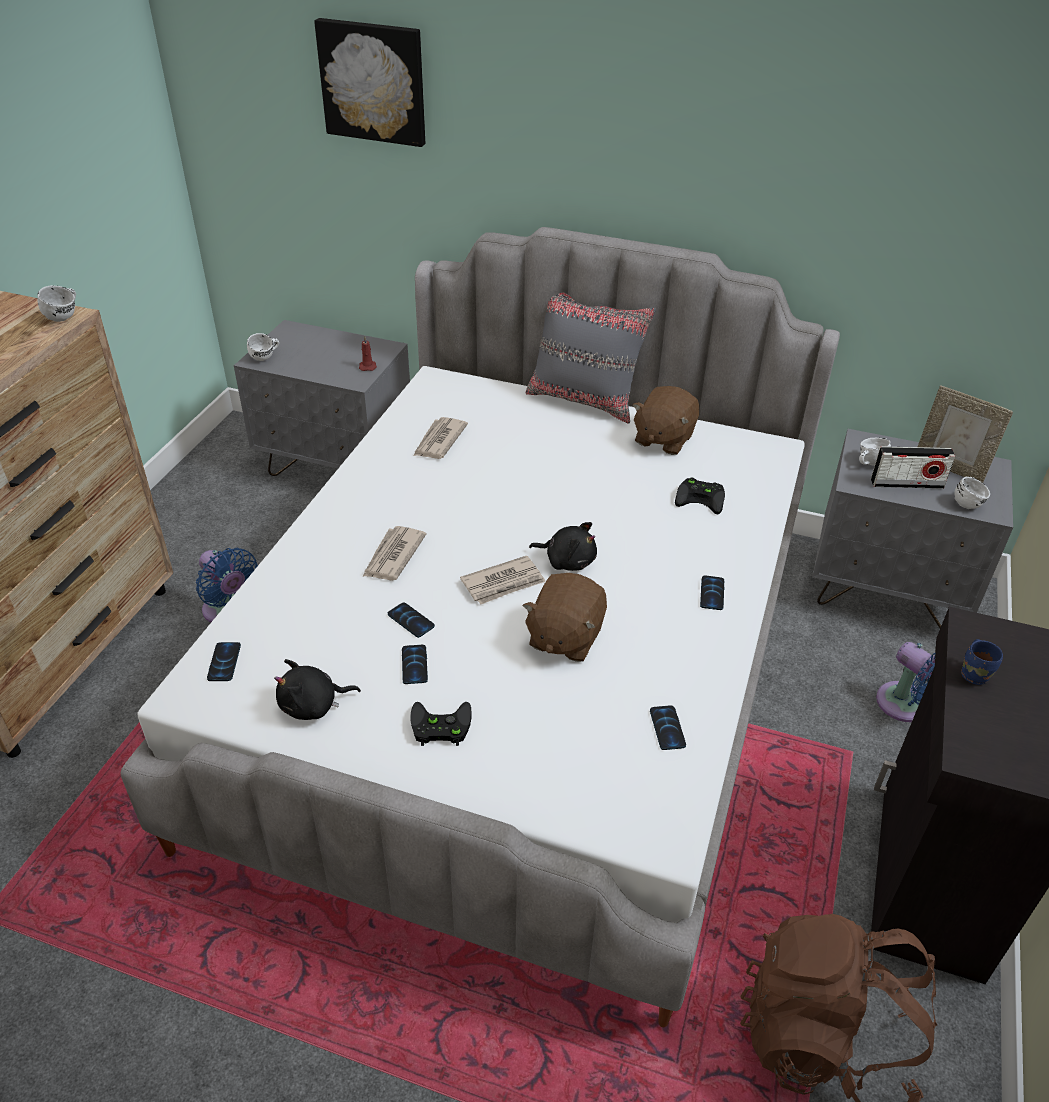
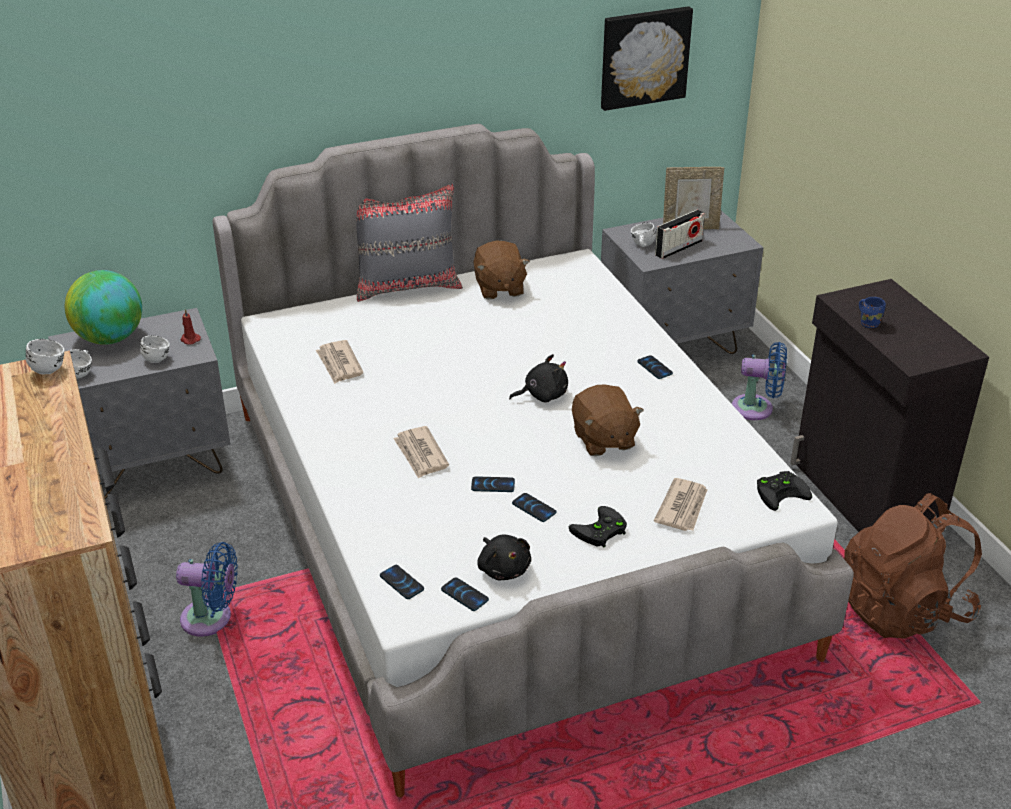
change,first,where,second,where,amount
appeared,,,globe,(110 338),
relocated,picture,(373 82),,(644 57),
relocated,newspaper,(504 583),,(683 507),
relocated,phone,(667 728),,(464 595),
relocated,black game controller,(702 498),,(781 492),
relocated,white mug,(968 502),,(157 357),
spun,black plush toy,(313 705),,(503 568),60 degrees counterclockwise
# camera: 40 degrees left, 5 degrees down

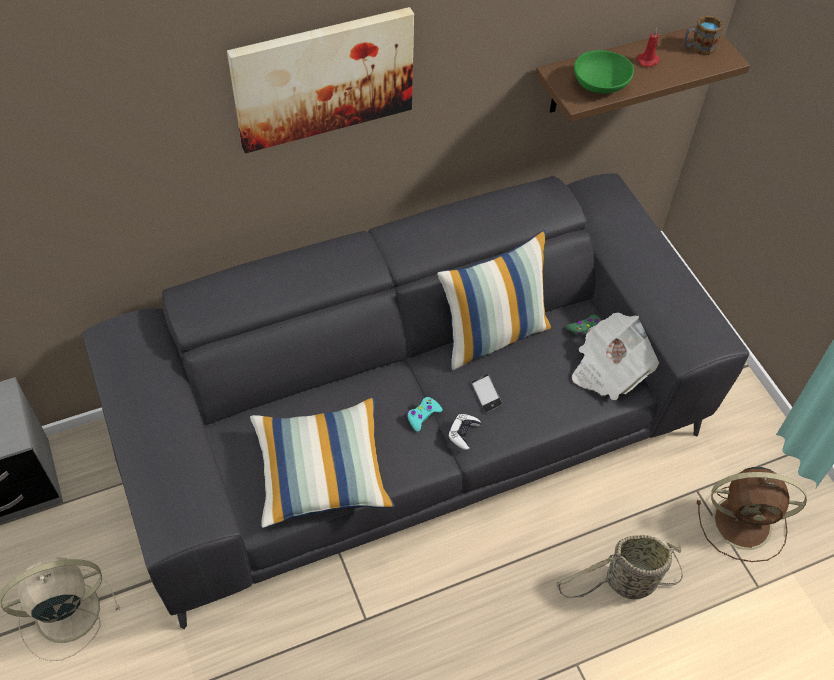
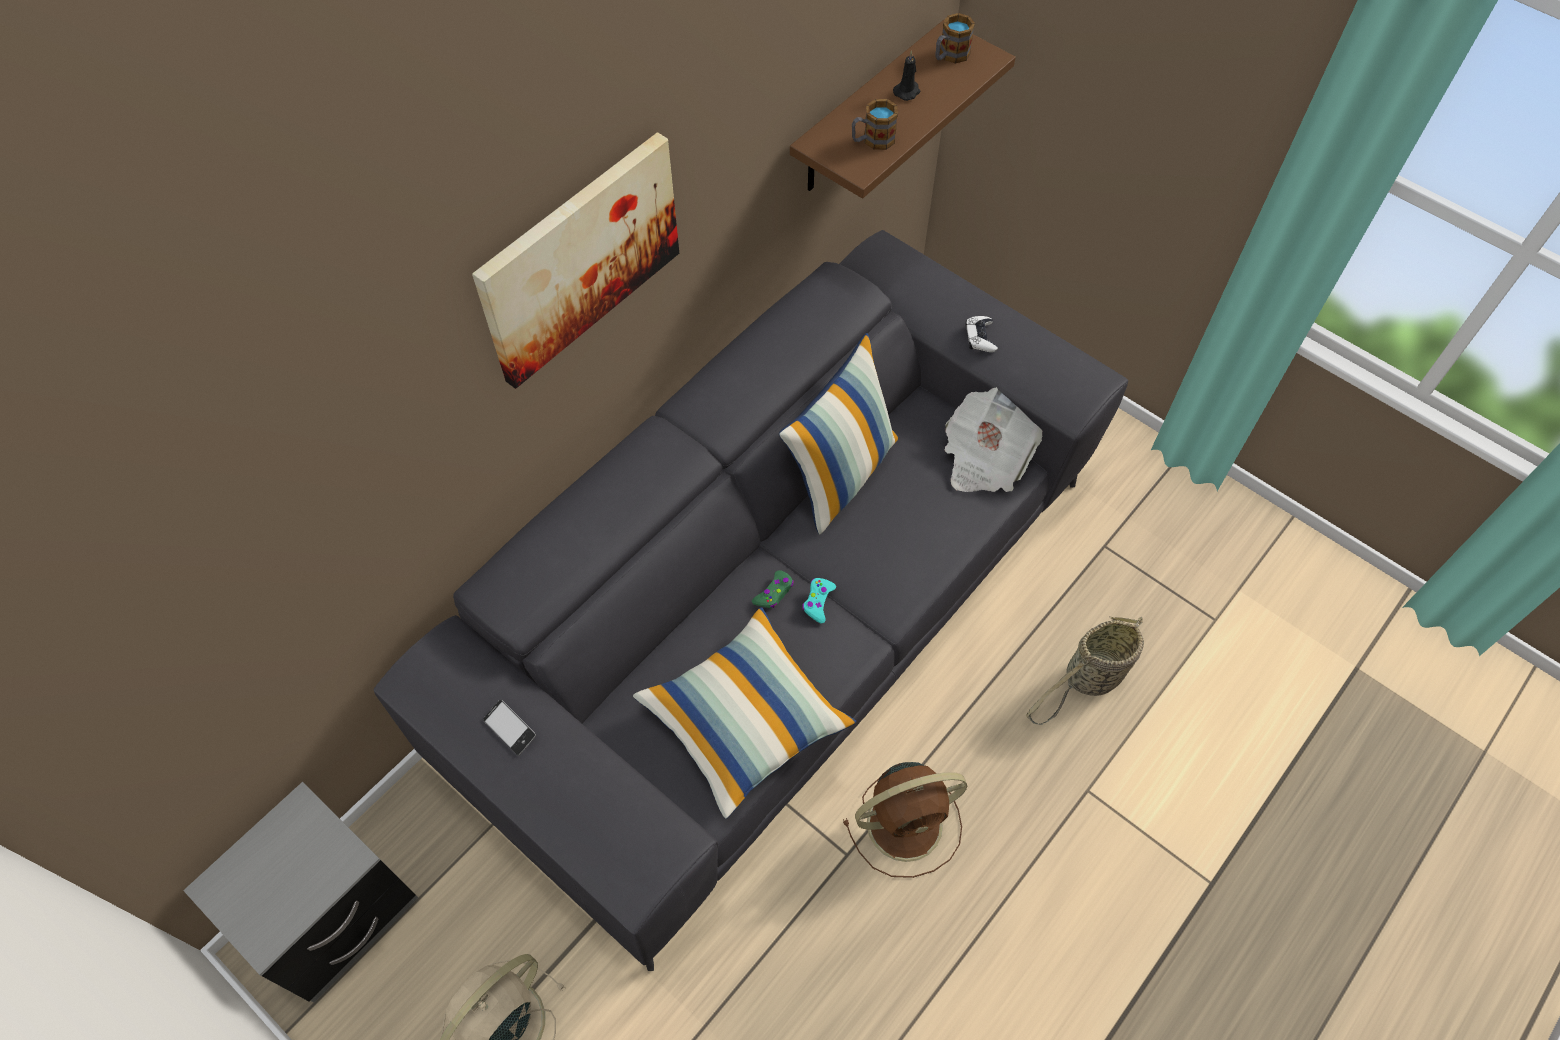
change,first,where,second,where,amount
relocated,white game controller,(463 433),,(980 337),
relocated,phone,(486 395),,(510 729),
relocated,green game controller,(584 328),,(774 593),
relocated,brown fan,(744 523),,(908 823),
exchanged,green bowl,(599 84),mug,(872 140),
colour,red candle,(648 61),black candle,(907 91),
# camera: 25 degrees left, 5 degrees up

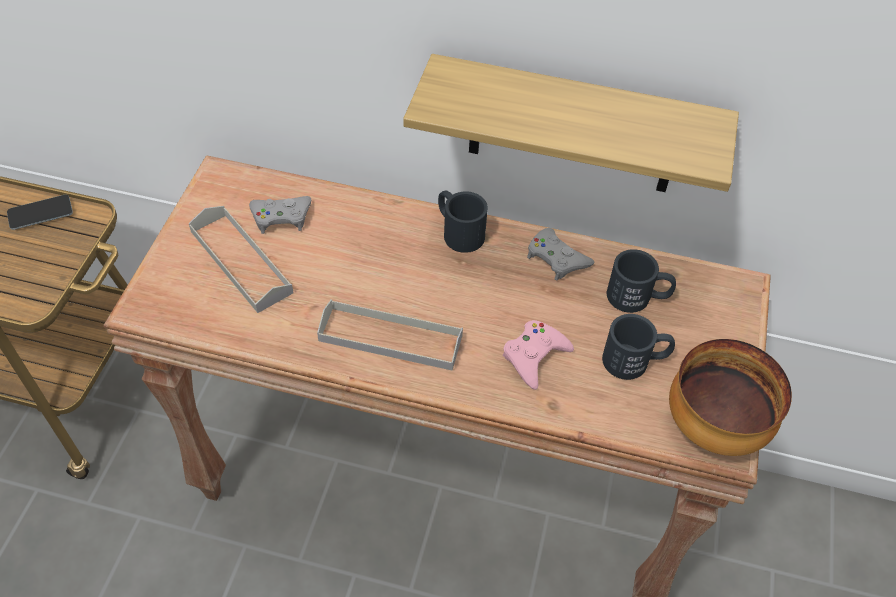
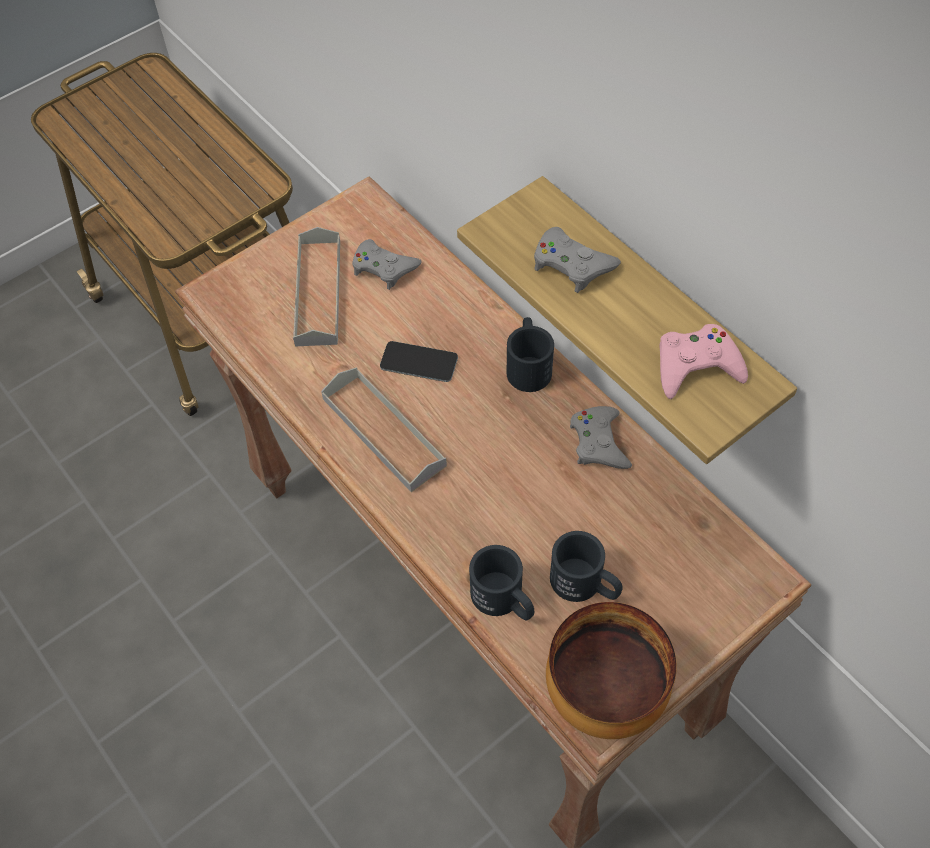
change,first,where,second,where,amount
appeared,,,grey game controller,(572 264),
relocated,phone,(40 212),,(419 362),
relocated,pink game controller,(534 356),,(696 366),
relocated,black mug,(638 297),,(504 600),
# camera: 40 degrees right, 5 degrees up

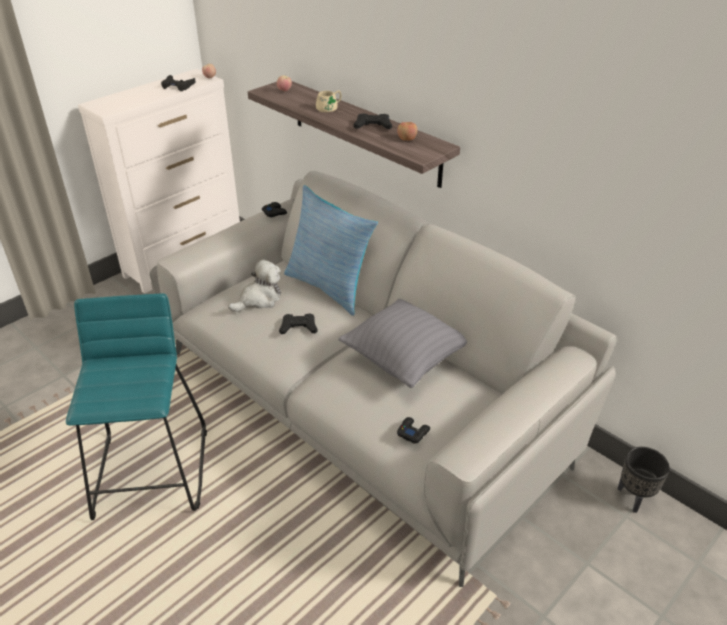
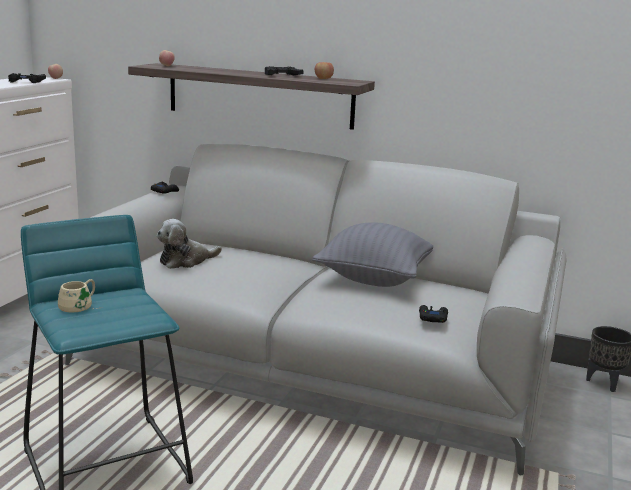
change,first,where,second,where,amount
missing,black game controller,(298 327),,,
missing,pillow,(330 287),,,
relocated,beige mug,(330 108),,(81 306),
spun,plush toy,(259 299),,(186 261),150 degrees counterclockwise
# camera: 25 degrees left, 20 degrees down

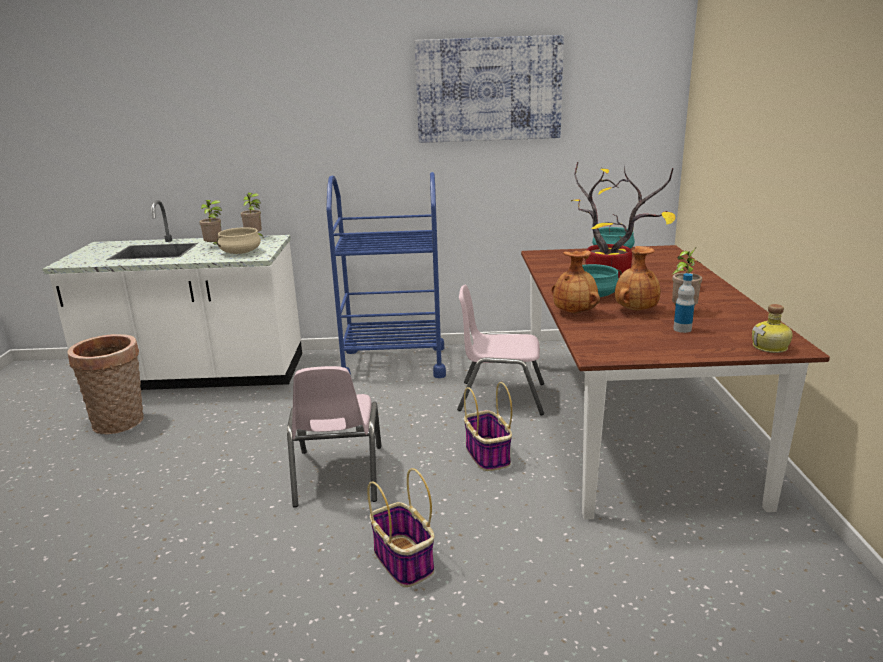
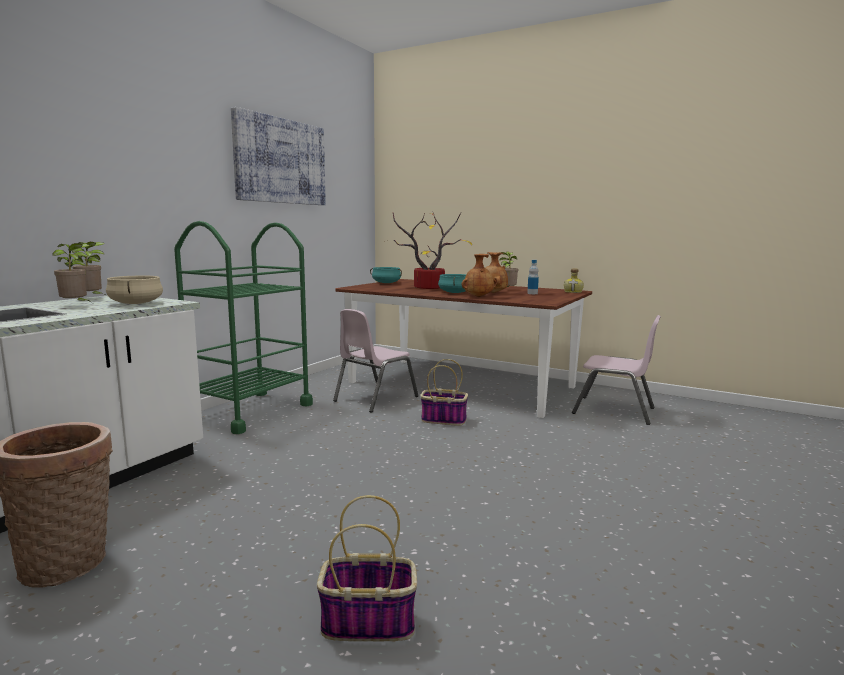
change,first,where,second,where,amount
relocated,pink chair,(338 476),,(614 411),
relocated,basket,(404 561),,(370 622),
colour,blue cart,(393 363),green cart,(250 411),
# camera: 60 degrees left, 10 degrees down

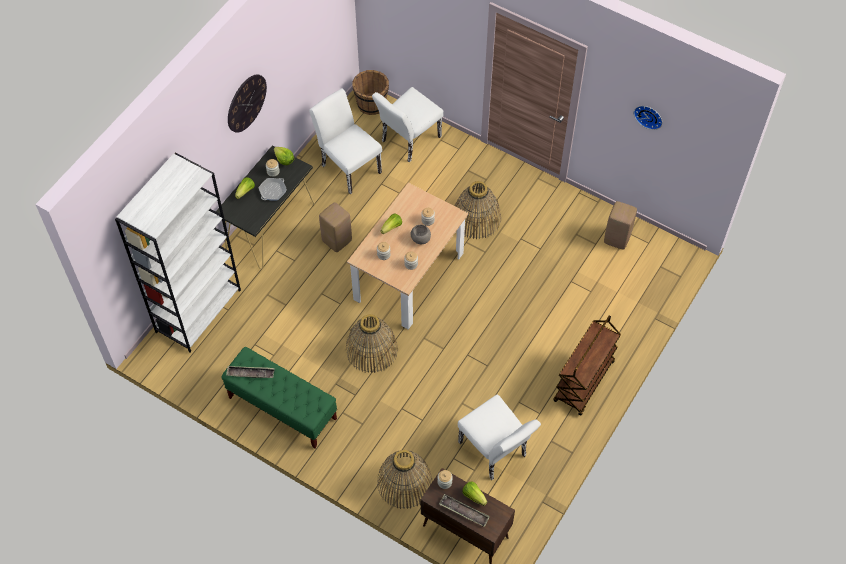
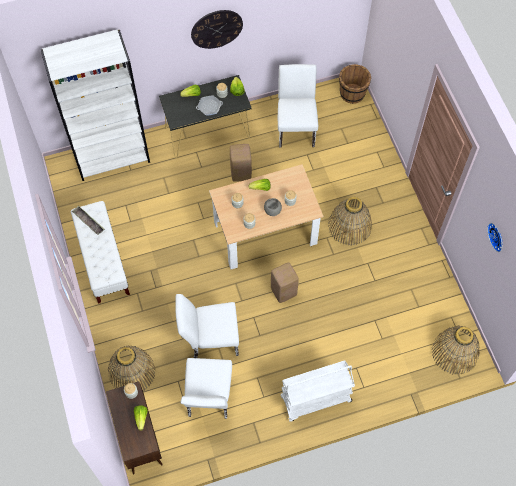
change,first,where,second,where,amount
missing,tray,(464 512),,,
relocated,basket,(371 350),,(455 352),
relocated,white chair,(407 141),,(210 339),
relocated,beige stool,(617 239),,(283 292),
colour,green bench,(282 408),white bench,(103 261),
colour,brown cart,(584 382),white cart,(315 399),
# camera: 40 degrees right, 5 degrees up

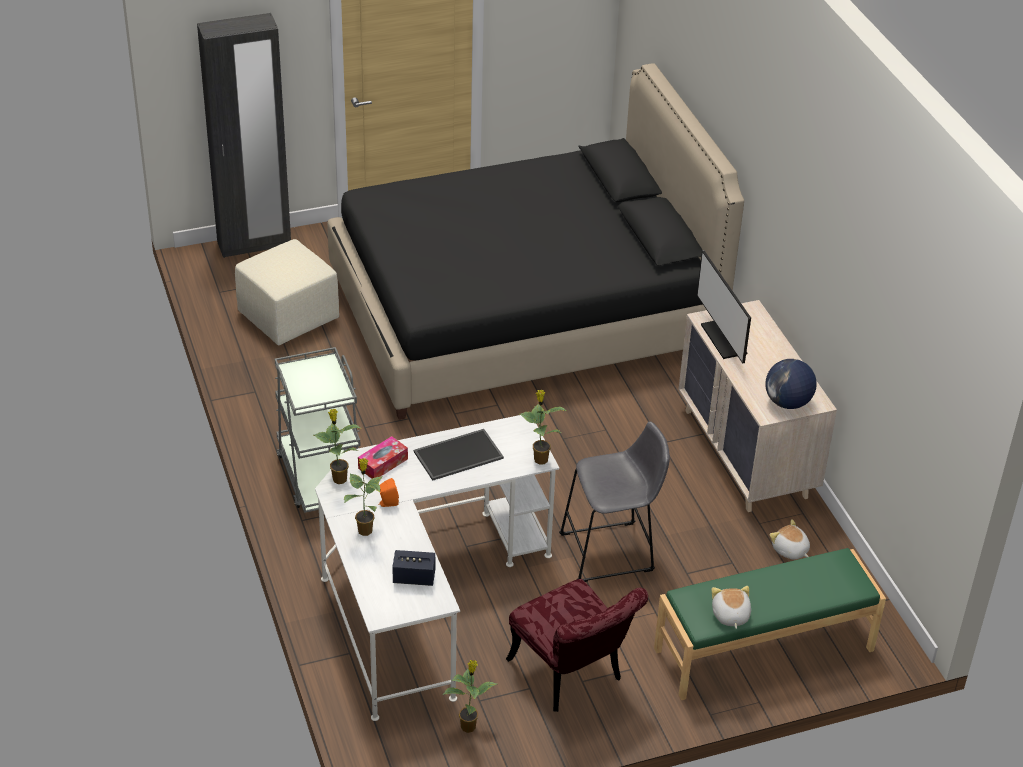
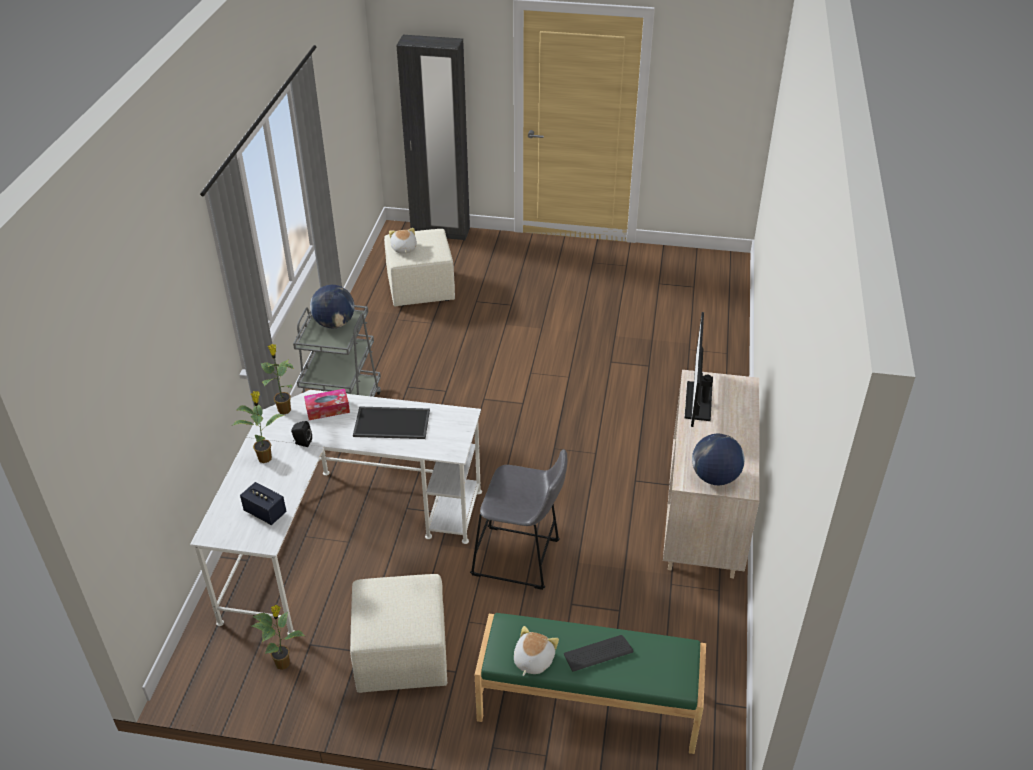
change,first,where,second,where,amount
missing,black bed,(522 313),,,
missing,potted plant,(540 459),,,
appeared,,,globe,(334 323),
appeared,,,keyboard,(597 654),
relocated,plush toy,(790 550),,(403 249),
exchanged,red chair,(572 677),beige ottoman,(400 656),
colour,orange speaker,(387 503),black speaker,(302 442),
# camera: 30 degrees right, 0 degrees up

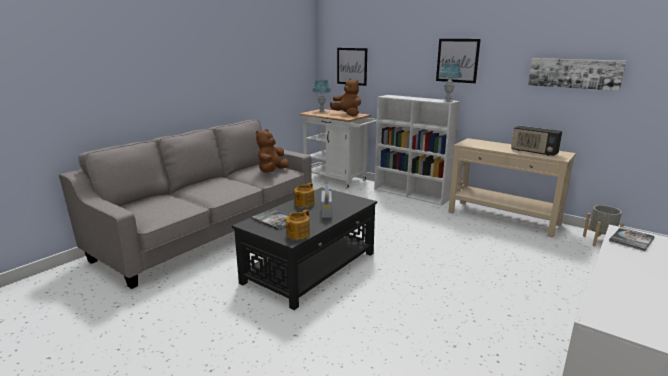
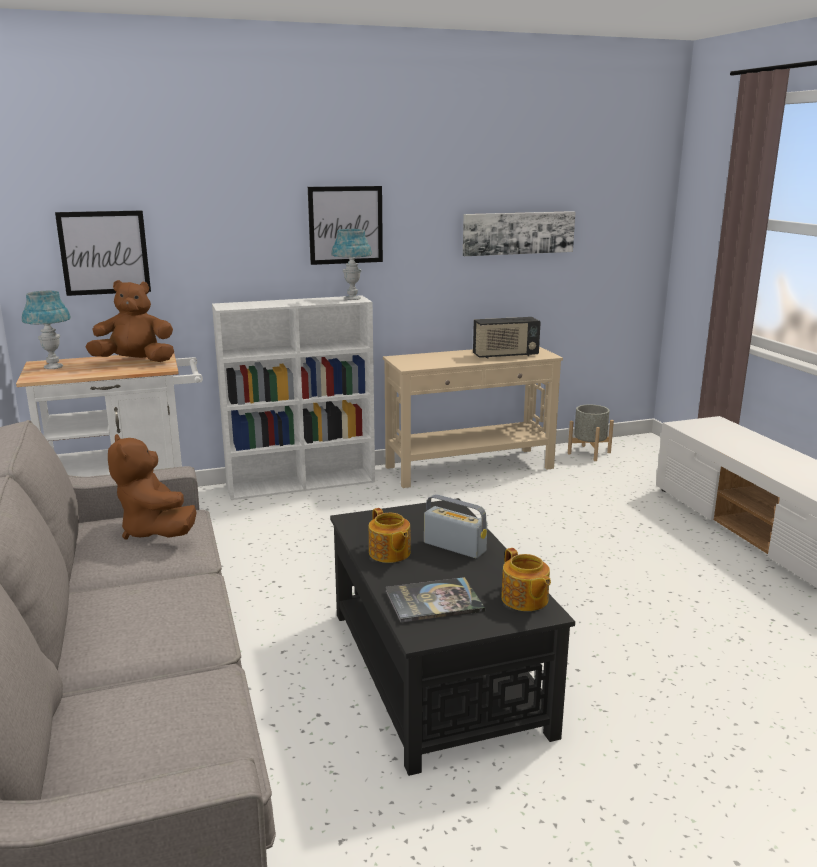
change,first,where,second,where,amount
missing,book,(631 239),,,
# camera: 55 degrees left, 0 degrees up

